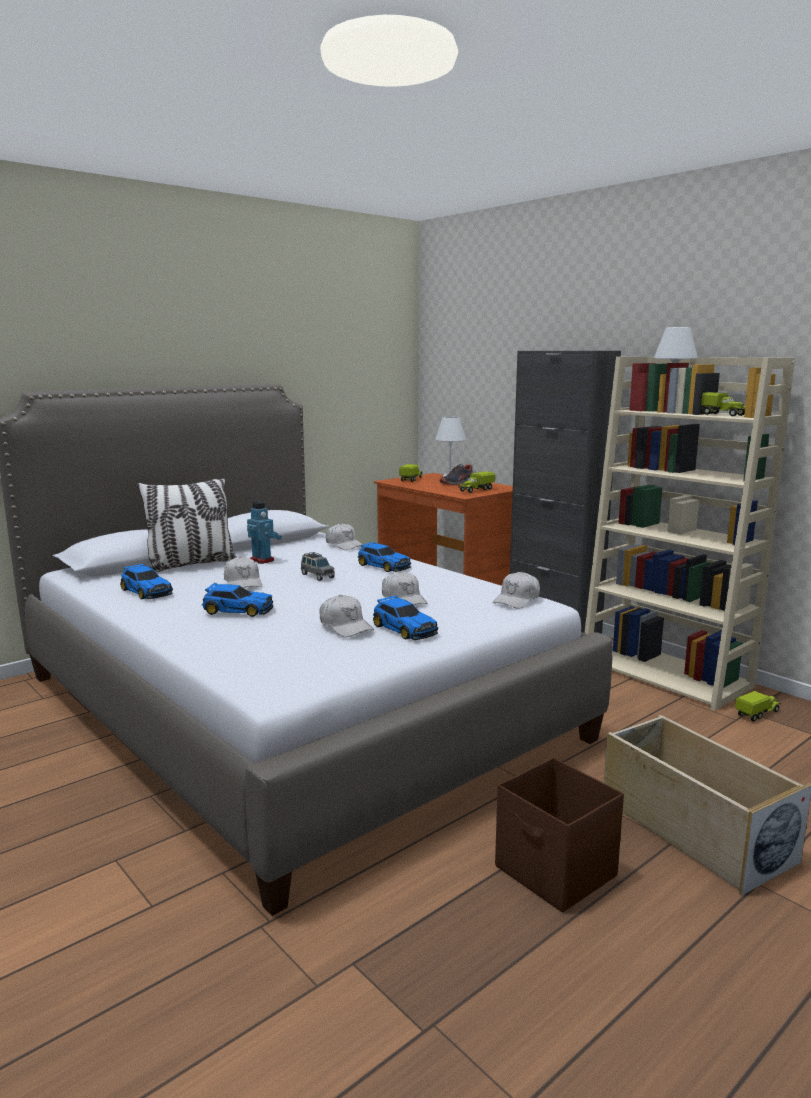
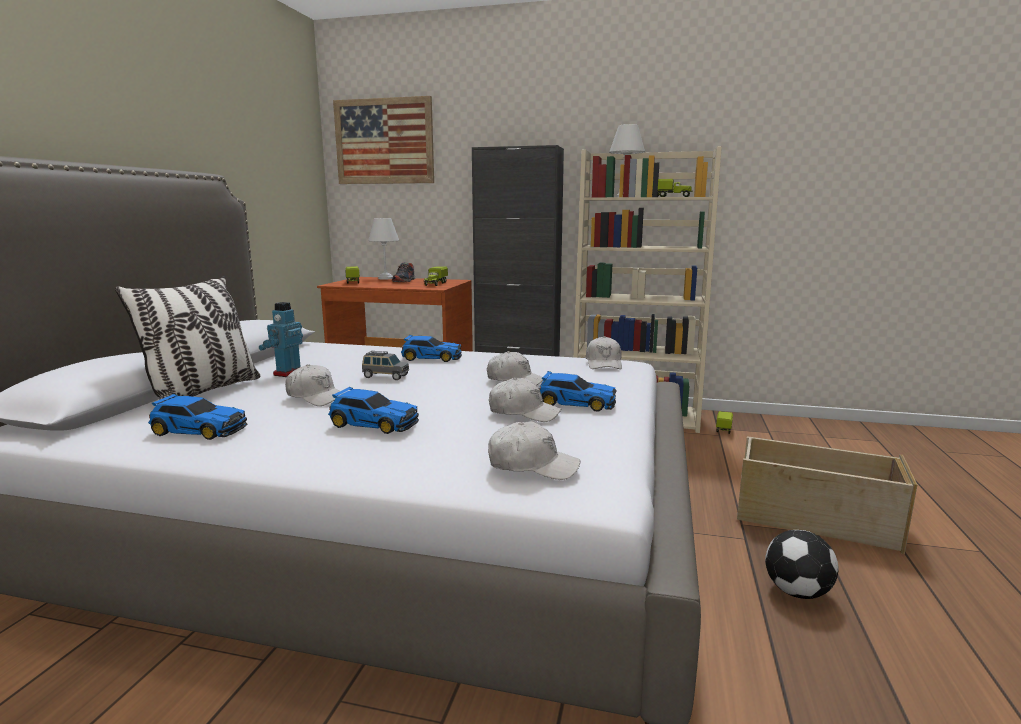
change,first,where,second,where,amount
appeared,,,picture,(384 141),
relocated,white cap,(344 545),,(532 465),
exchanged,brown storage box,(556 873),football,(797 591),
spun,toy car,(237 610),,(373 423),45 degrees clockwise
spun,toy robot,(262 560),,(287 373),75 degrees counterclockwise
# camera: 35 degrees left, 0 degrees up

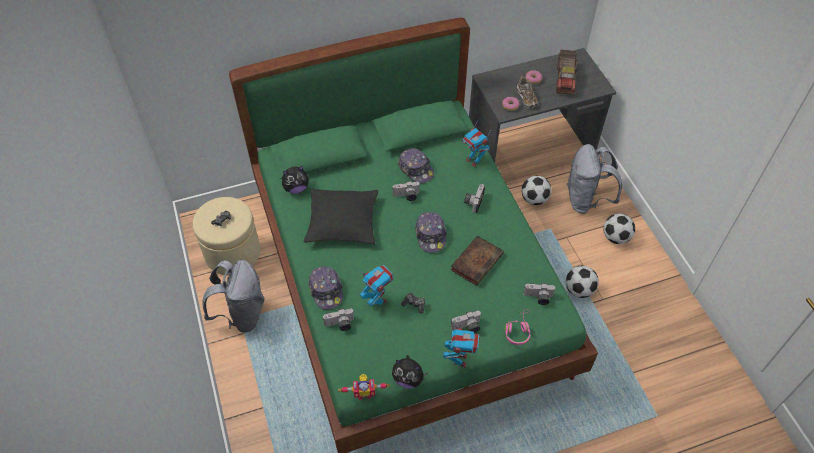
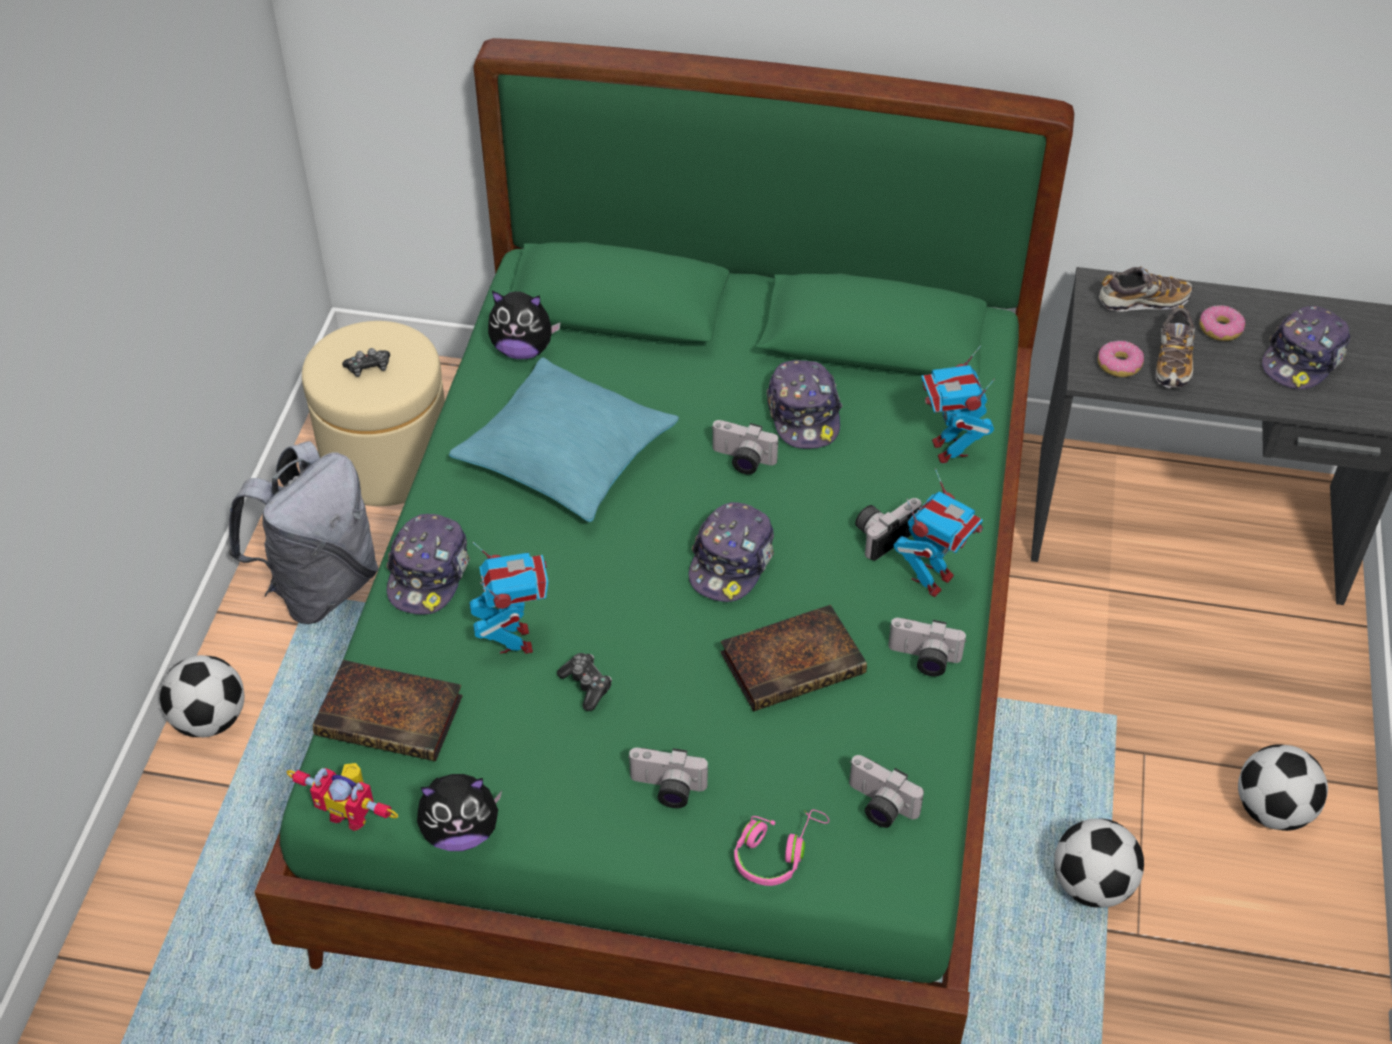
change,first,where,second,where,amount
missing,grey backpack,(586 200),,,
appeared,,,book,(393 716),
appeared,,,shoe,(1142 301),
relocated,photo camera,(340 325),,(923 660),
relocated,toy robot,(459 360),,(932 579),
relocated,football,(534 199),,(210 720),
exchanged,toy truck,(565 79),cap,(1303 359),
colour,black pillow,(342 222),turquoise pillow,(566 455),
spun,plush toy,(408 379),,(461 832),60 degrees counterclockwise
# camera: 30 degrees right, 5 degrees down

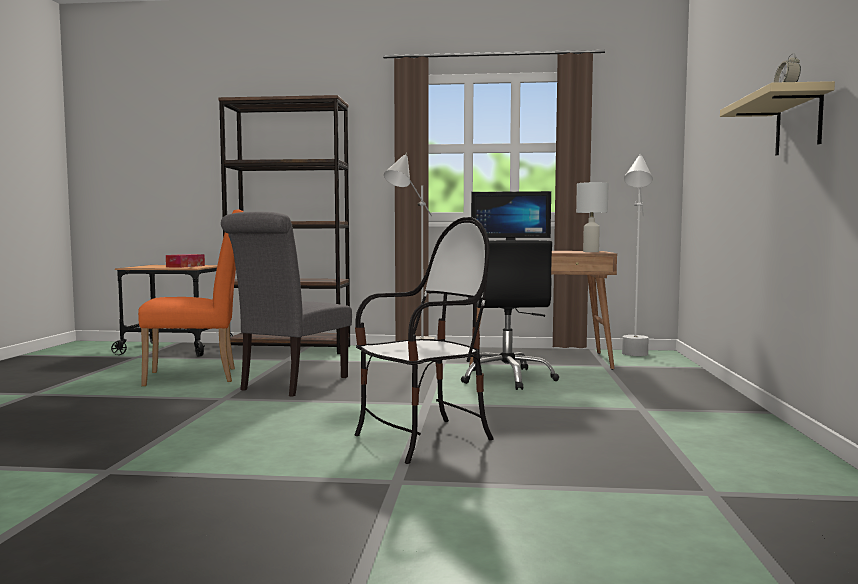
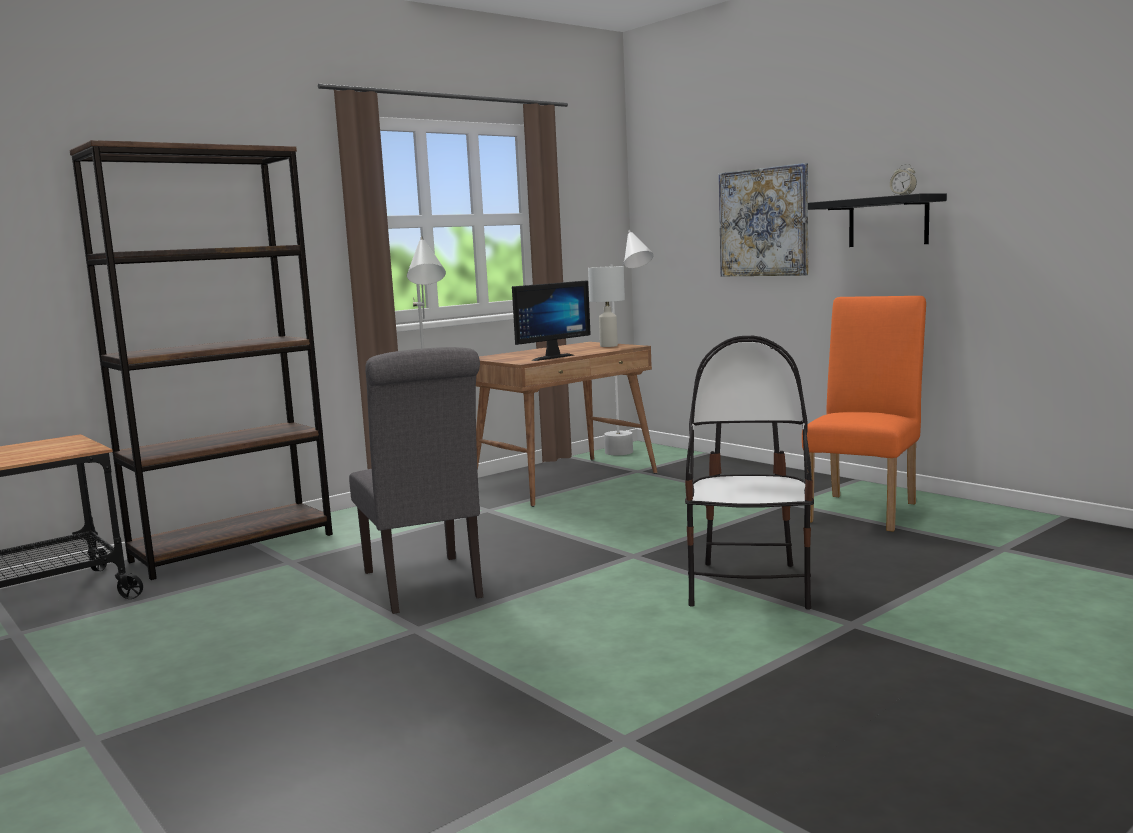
change,first,where,second,where,amount
missing,tissue box,(185 266),,,
missing,black office chair,(507 378),,,
appeared,,,picture,(764 222),
relocated,orange chair,(199 376),,(865 509),
colour,beige shelf,(798 123),black shelf,(888 221),
# camera: 45 degrees left, 5 degrees up

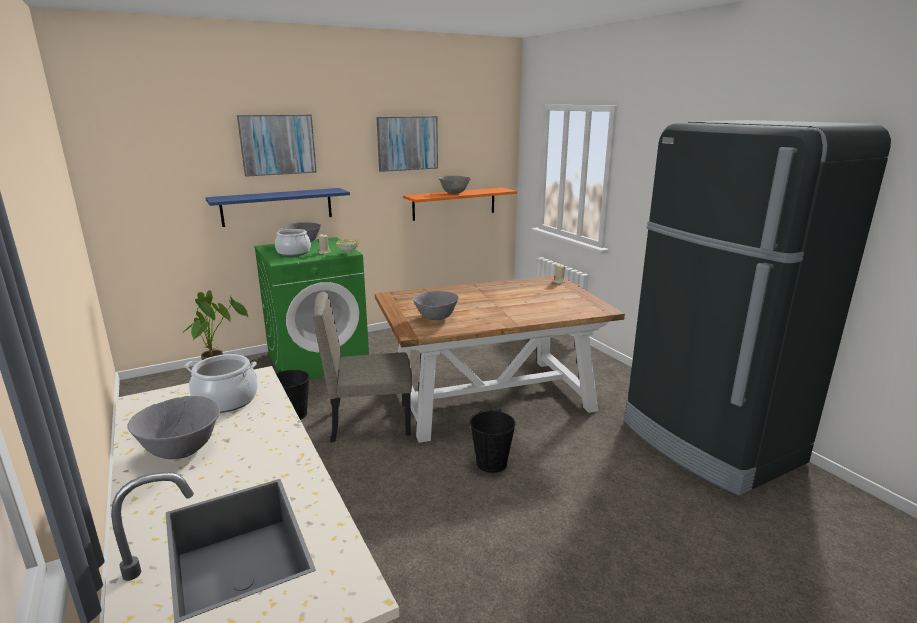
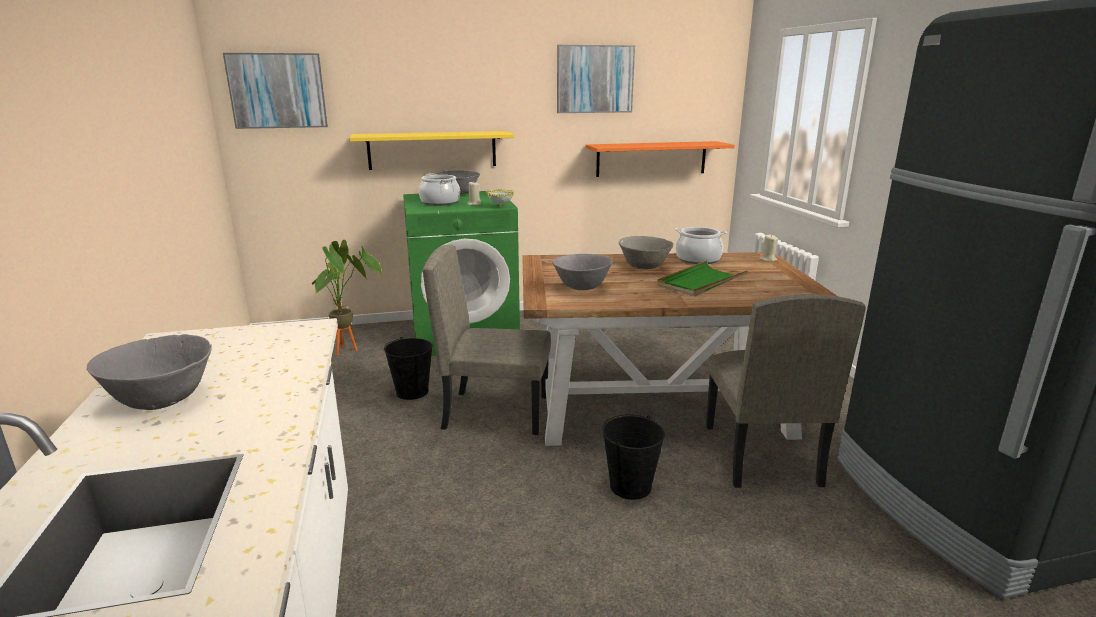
change,first,where,second,where,amount
appeared,,,green tray,(701 282),
appeared,,,beige chair,(760 454),
relocated,cooking pot,(226 400),,(698 259),
relocated,picture,(277 144),,(277 91),
relocated,grey bowl,(454 193),,(644 267),
colour,blue shelf,(277 207),yellow shelf,(432 150),
# camera: 15 degrees right, 0 degrees up

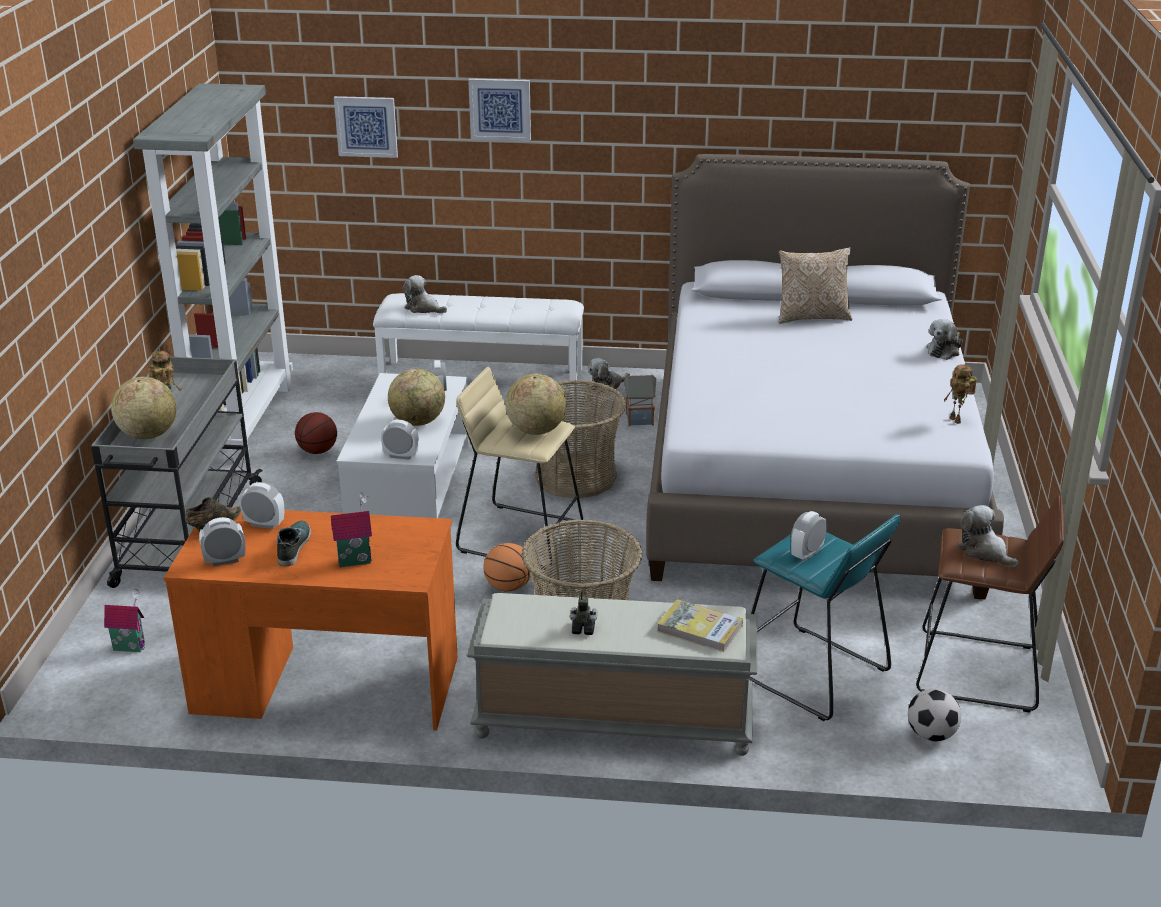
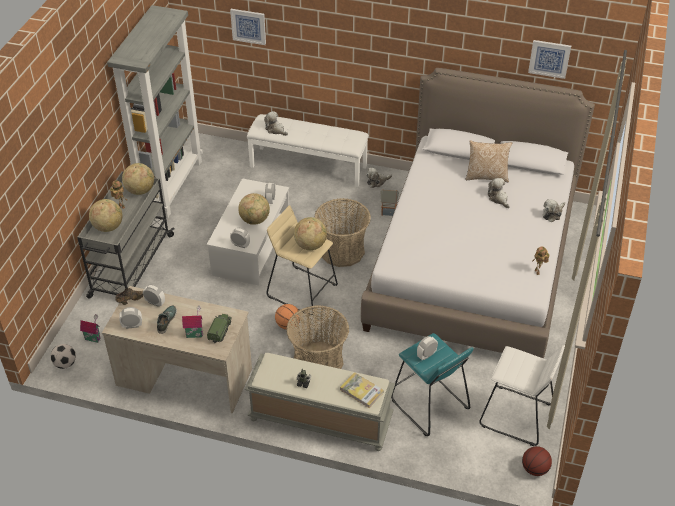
change,first,where,second,where,amount
appeared,,,globe,(140 190),
appeared,,,toy truck,(220 331),
relocated,basketball,(318 451),,(535 469),
relocated,picture,(500 109),,(549 58),
relocated,football,(931 735),,(65 364),
relocated,plush toy,(984 552),,(498 198),
colour,orange desk,(326 685),beige desk,(184 377),
colour,brown stool,(977 671),white stool,(516 416),
# camera: 10 degrees right, 15 degrees up

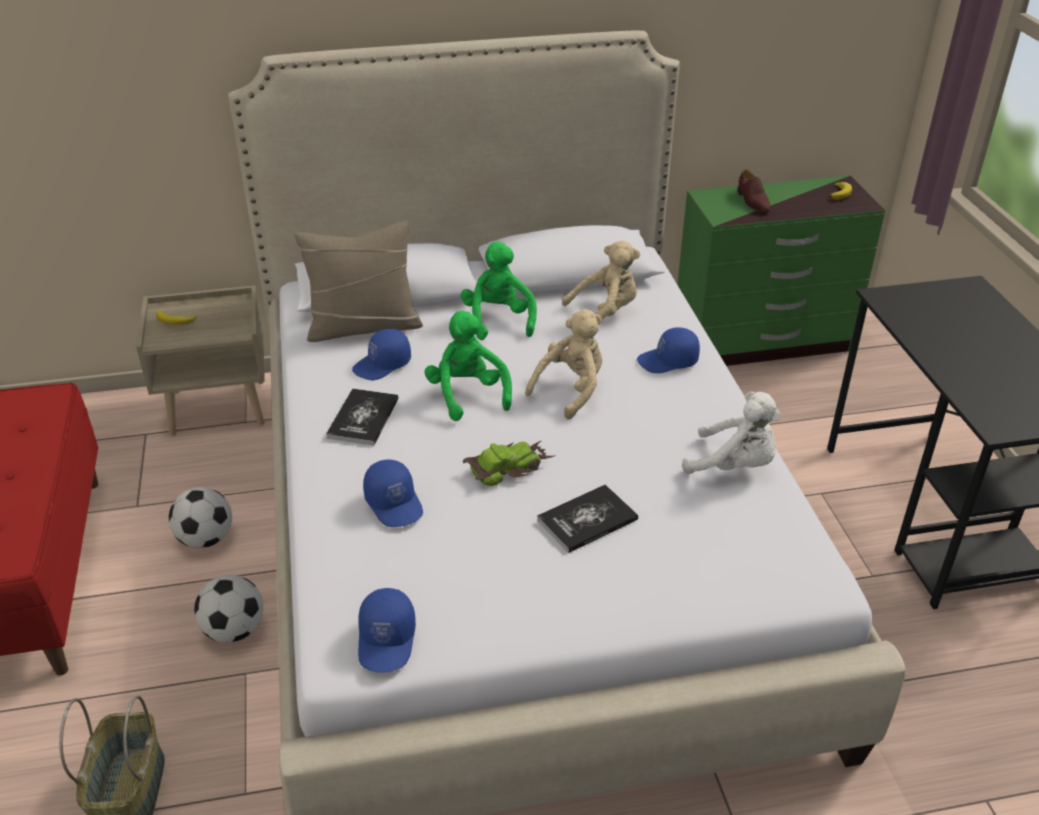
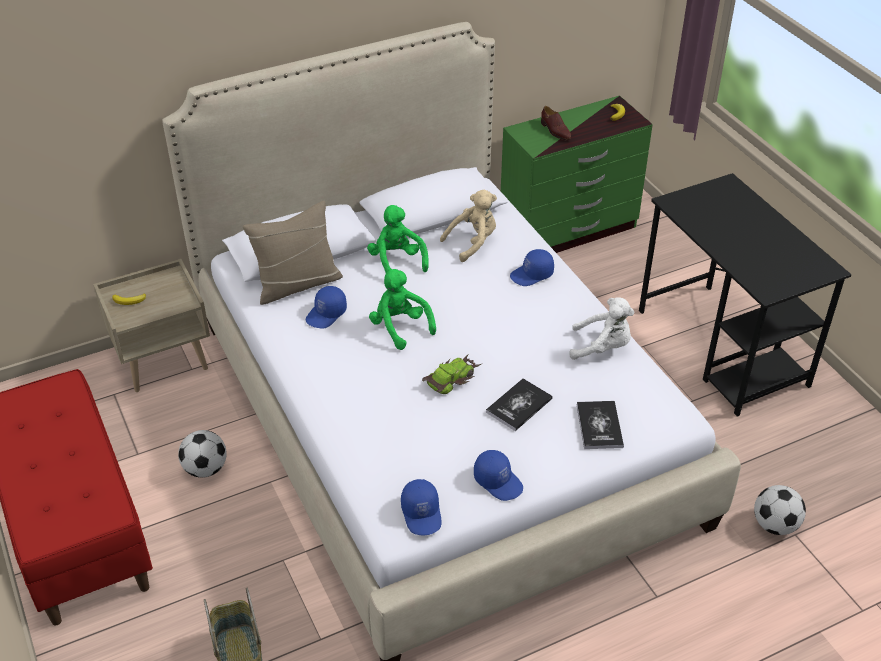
change,first,where,second,where,amount
missing,beige plush toy,(571 390),,,
relocated,football,(234 630),,(775 525),
relocated,book,(363 418),,(599 426),
relocated,blue cap,(395 503),,(498 481),
# camera: 15 degrees left, 5 degrees up

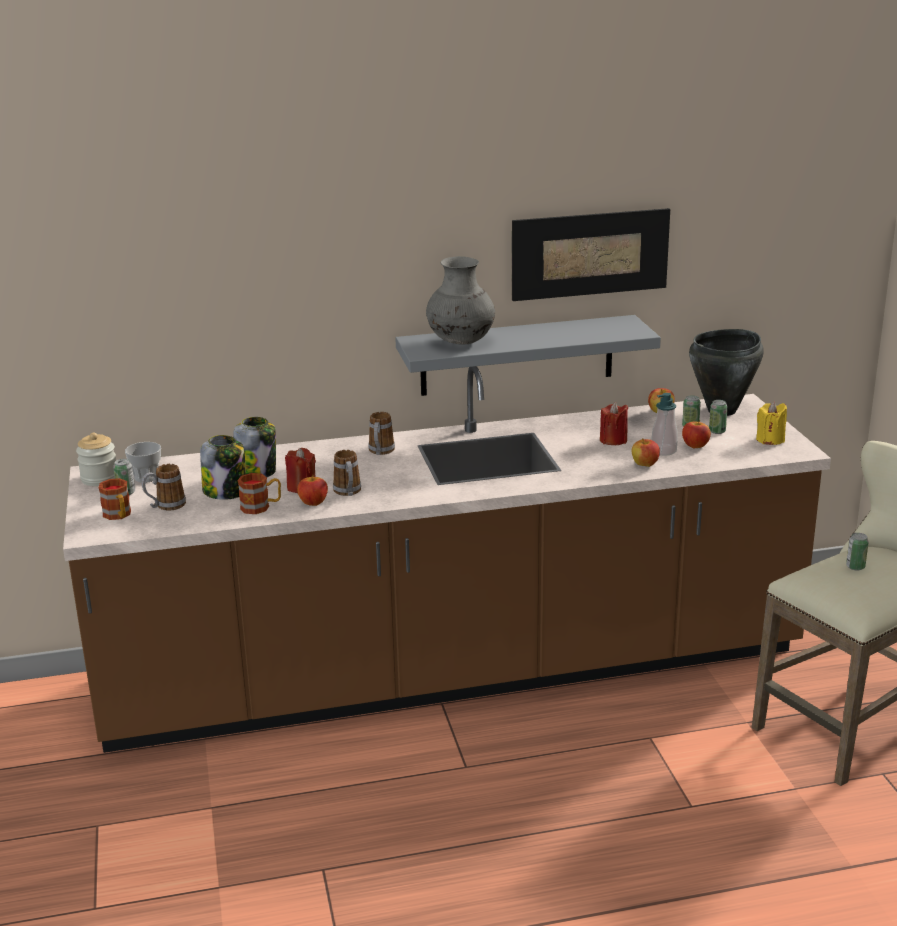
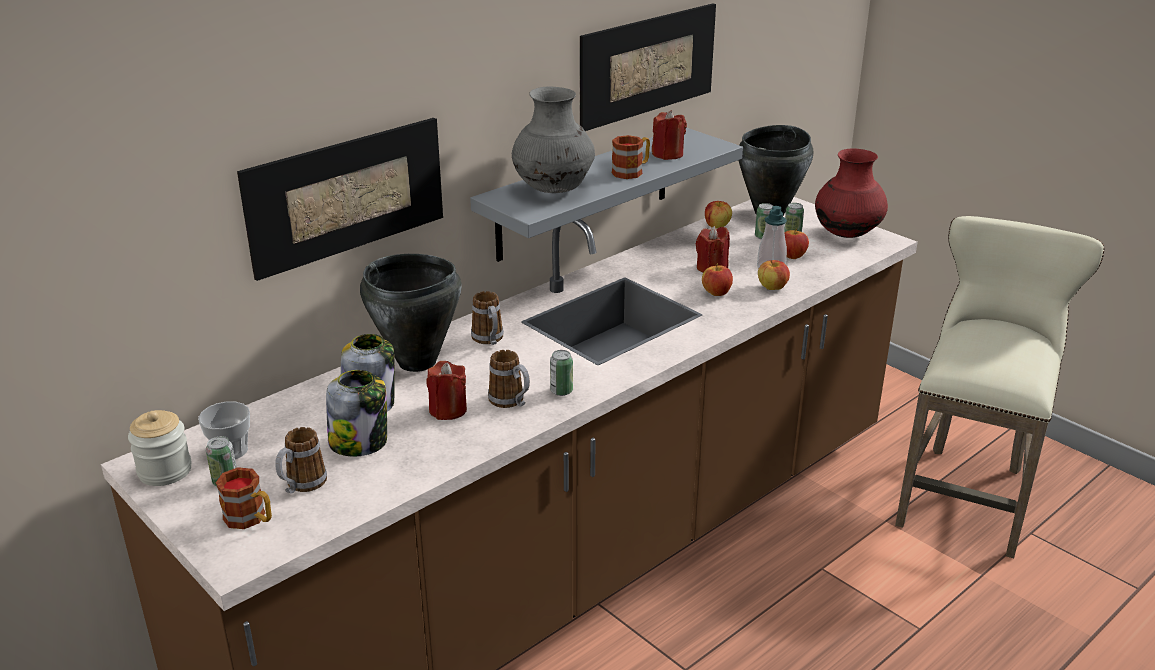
change,first,where,second,where,amount
appeared,,,picture,(346 195),
appeared,,,black cooking pot,(417 362),
appeared,,,red candle,(667 154),
relocated,mug,(261 507),,(632 171),
relocated,apple,(313 503),,(716 293),
relocated,can,(855 567),,(561 391),
exchanged,yellow candle,(770 440),red vase,(847 234),
# camera: 30 degrees left, 5 degrees up

